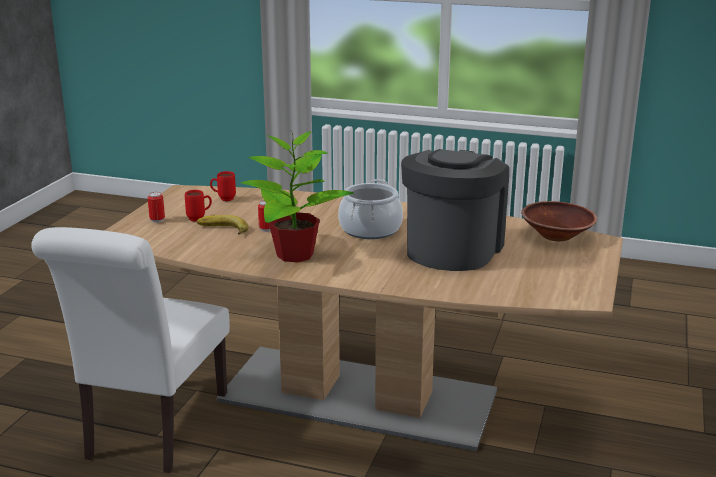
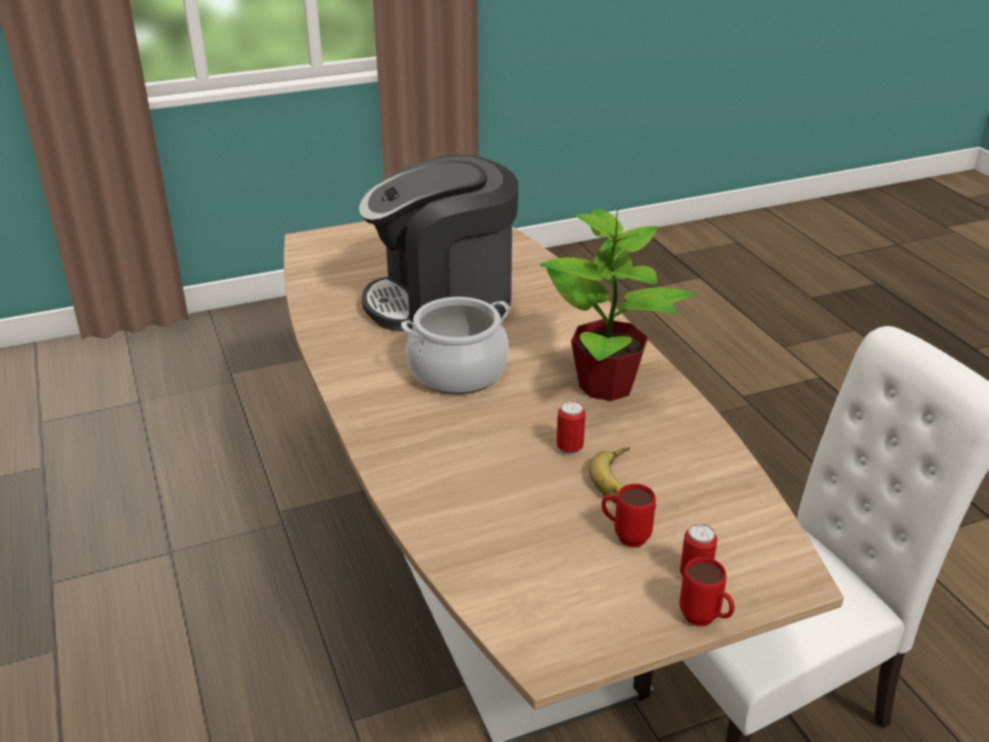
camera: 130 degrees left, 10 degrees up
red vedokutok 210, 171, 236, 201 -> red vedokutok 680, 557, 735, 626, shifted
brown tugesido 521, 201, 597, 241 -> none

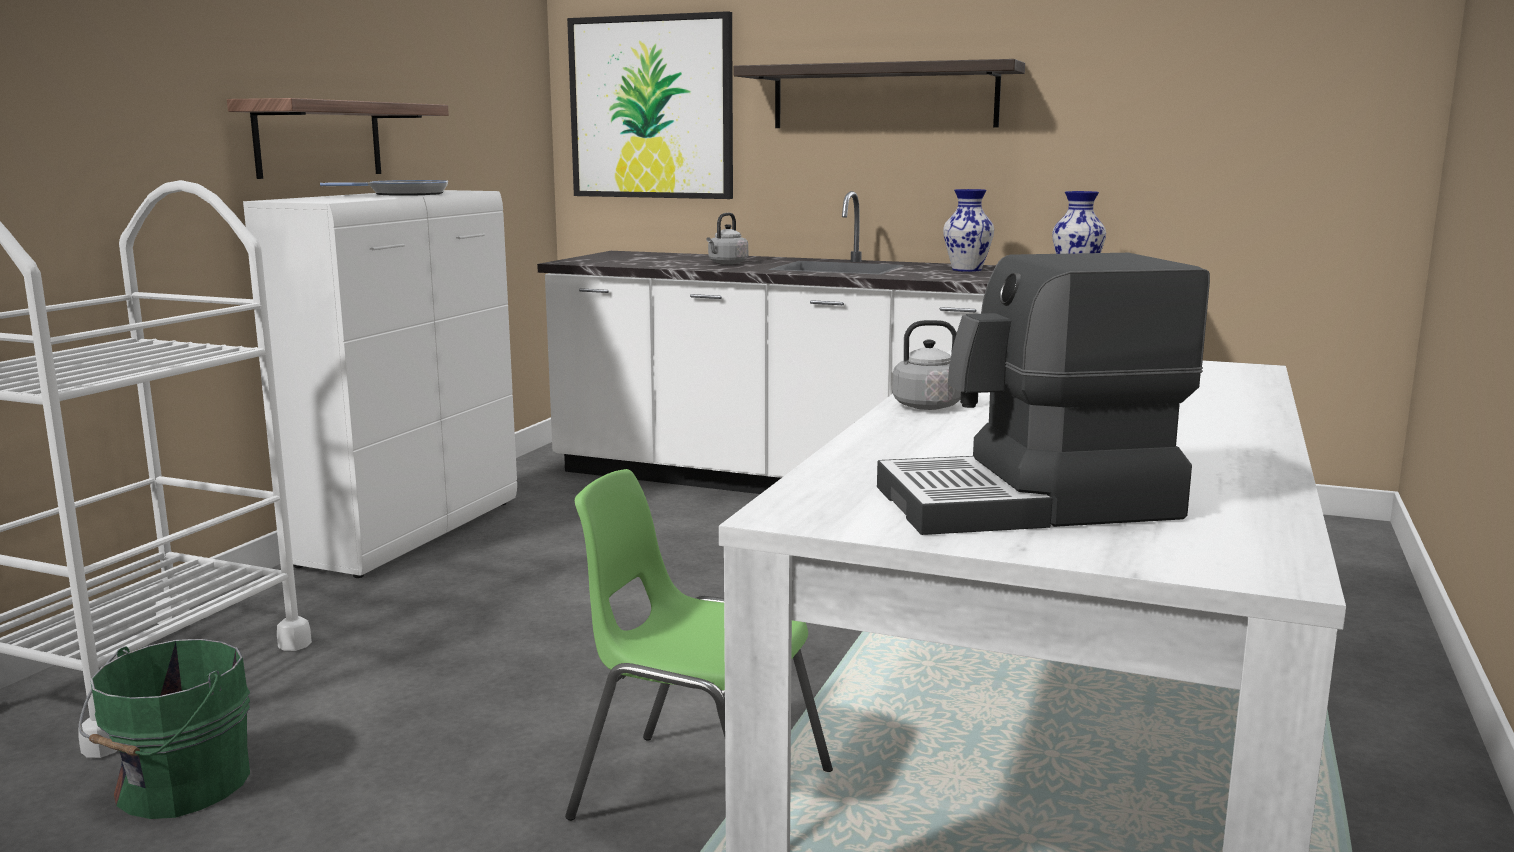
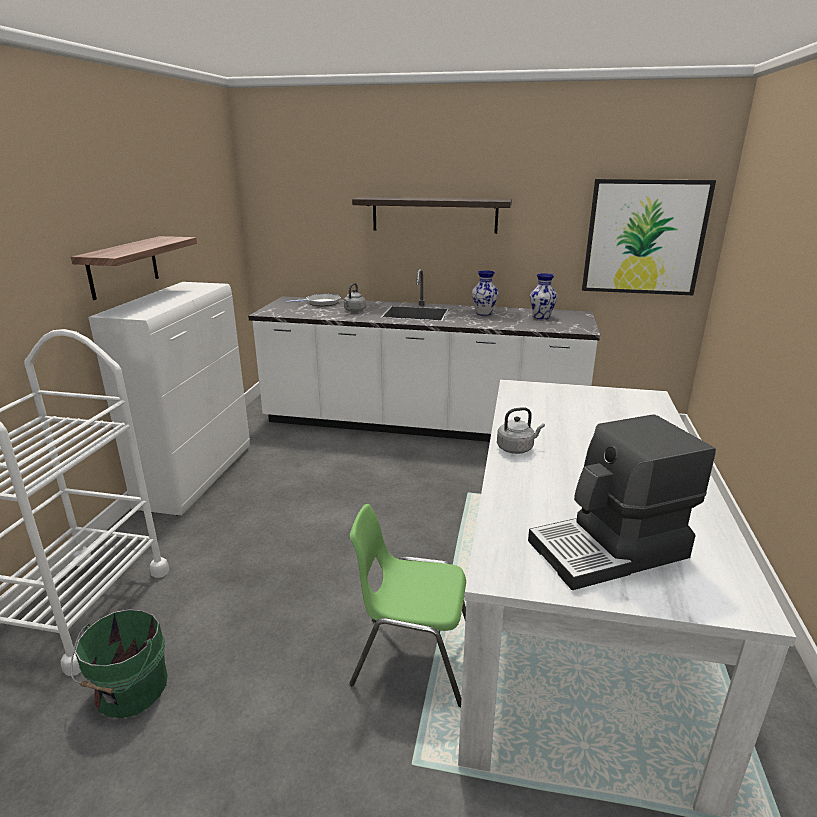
camera: 10 degrees left, 10 degrees up
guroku 320, 180, 448, 196 -> guroku 286, 294, 341, 306, shifted
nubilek 567, 11, 733, 199 -> nubilek 582, 179, 716, 295, shifted

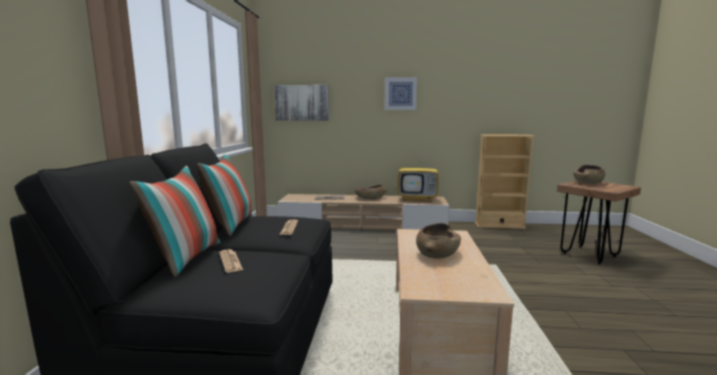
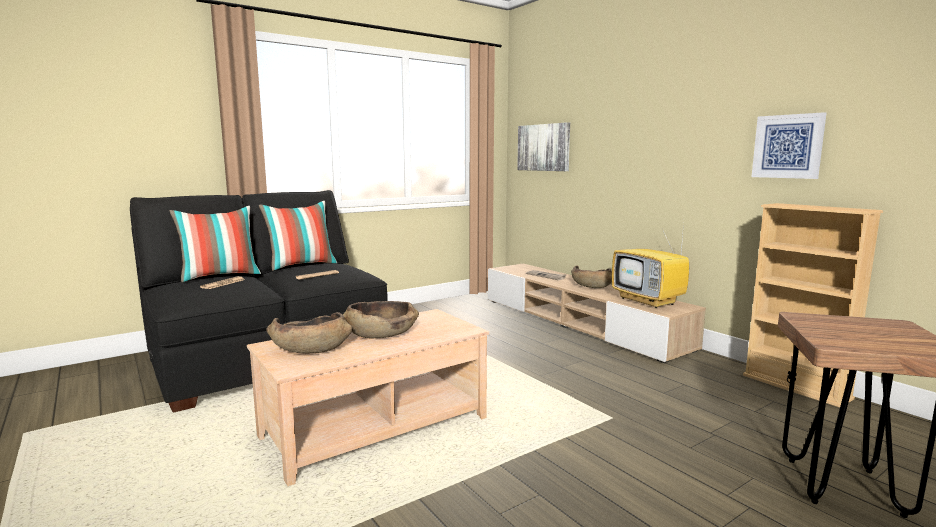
camera: 50 degrees right, 0 degrees up
nubilek 385, 77, 417, 110 -> nubilek 752, 112, 827, 179, shifted
brown tugesido 574, 165, 606, 184 -> brown tugesido 266, 312, 353, 354, shifted

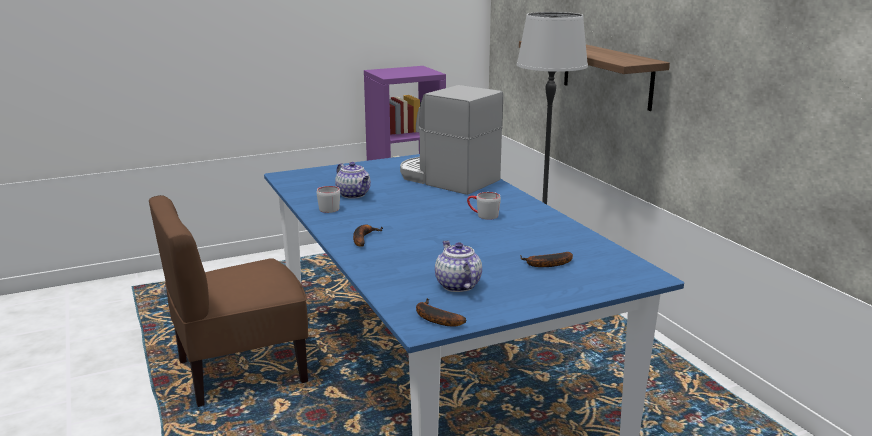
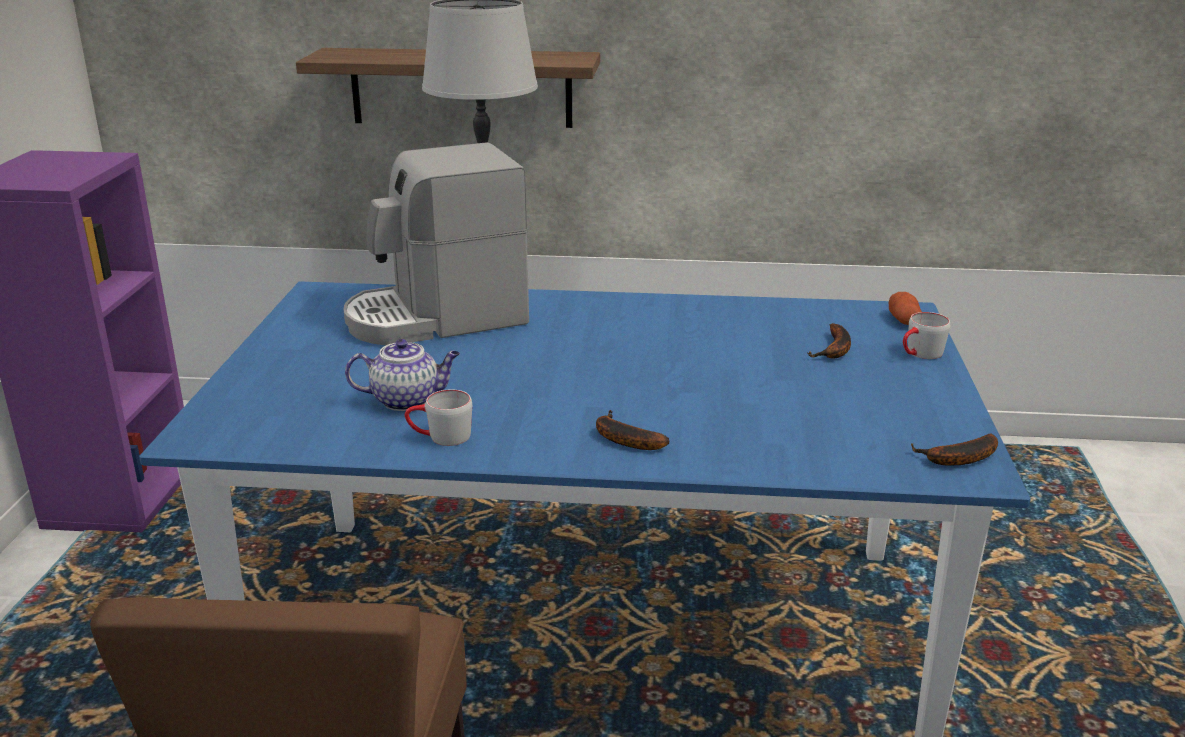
camera: 60 degrees left, 5 degrees up
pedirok 435, 241, 482, 292 -> none
grey vedokutok 467, 192, 501, 220 -> grey vedokutok 903, 312, 950, 359, shifted
none -> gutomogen 889, 292, 922, 325

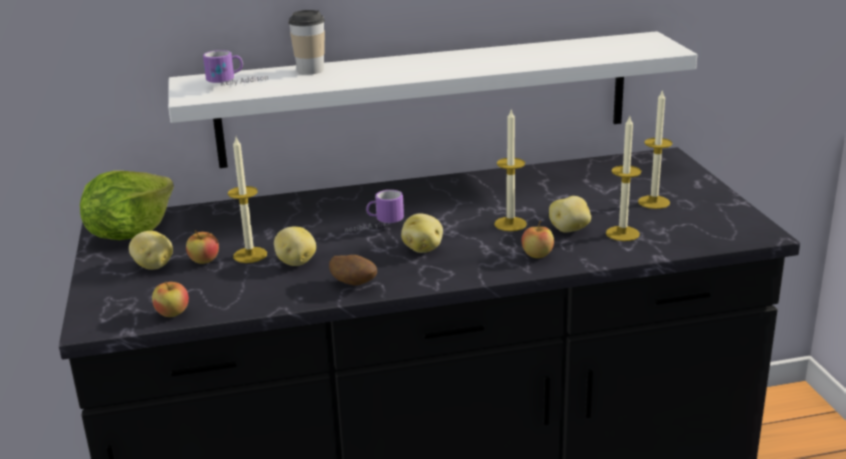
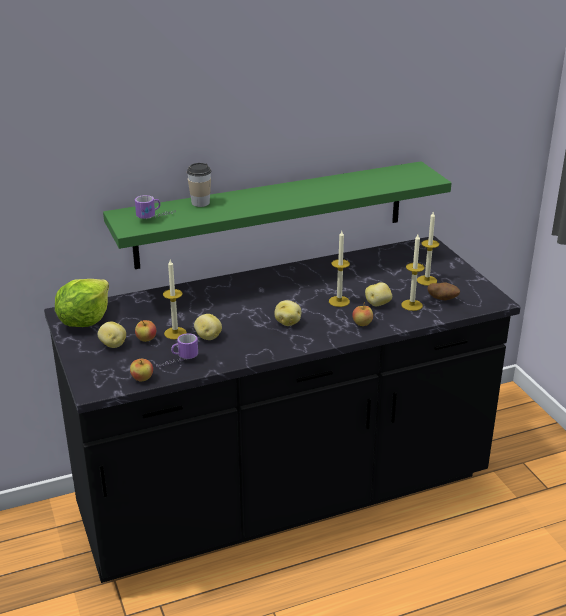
camera: 10 degrees left, 5 degrees up
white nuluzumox 168, 31, 697, 168 -> green nuluzumox 103, 161, 452, 269
gutomogen 329, 255, 377, 286 -> gutomogen 427, 283, 460, 300, shifted
vedokutok 345, 190, 404, 232 -> vedokutok 156, 333, 198, 367, shifted

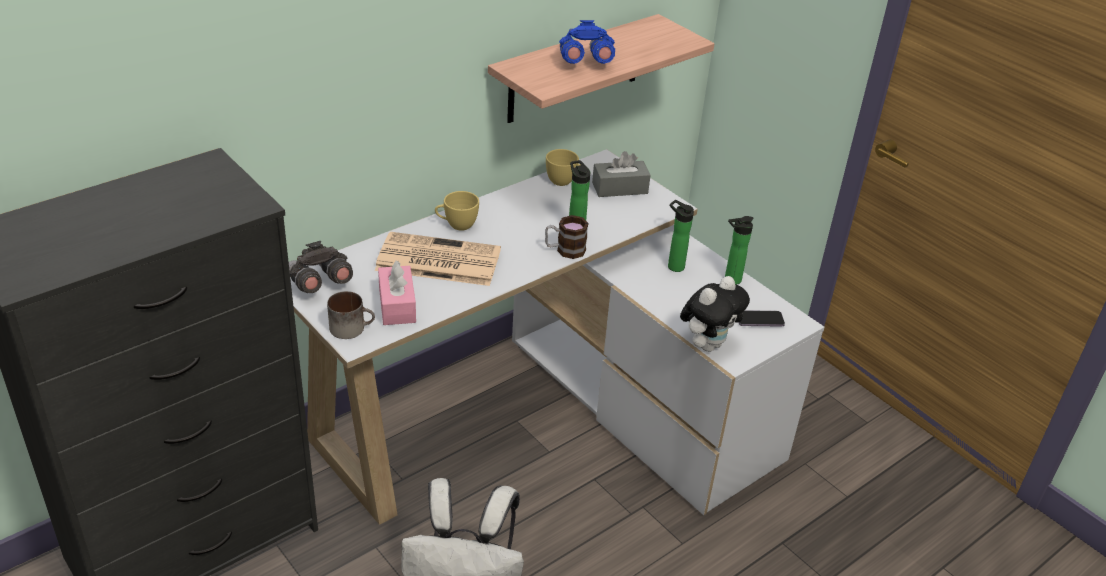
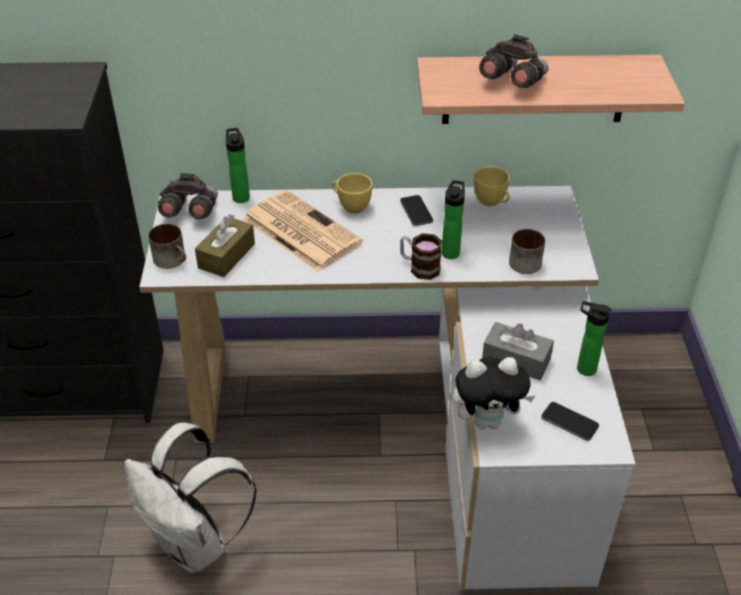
camera: 40 degrees right, 5 degrees up
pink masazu 378, 260, 416, 325 -> brown masazu 195, 214, 255, 277
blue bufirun 559, 20, 615, 64 -> grey bufirun 479, 34, 548, 88
grey masazu 592, 151, 651, 197 -> grey masazu 482, 322, 554, 380, shifted
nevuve 668, 200, 694, 272 -> nevuve 226, 128, 250, 203, shifted
none -> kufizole 400, 195, 433, 226
none -> vedokutok 509, 229, 545, 274

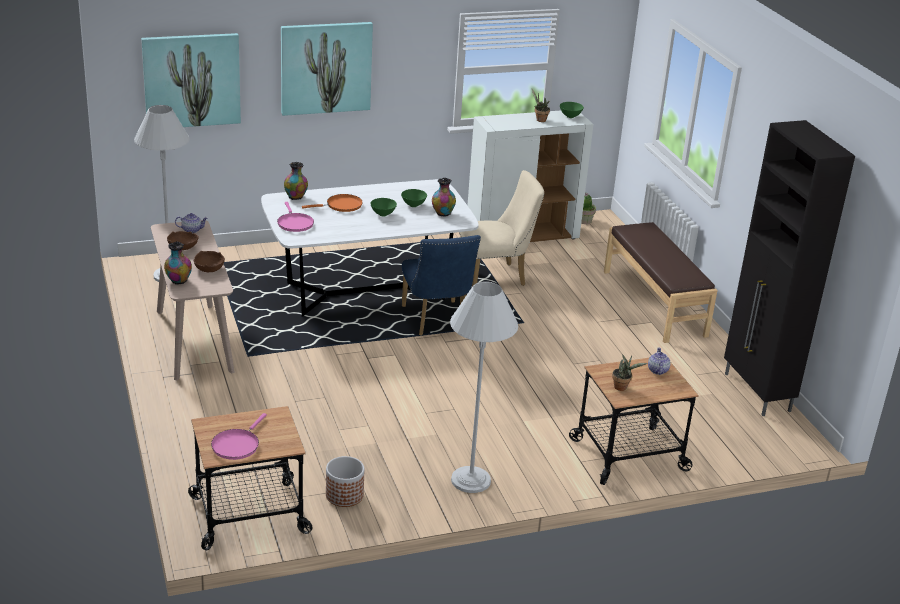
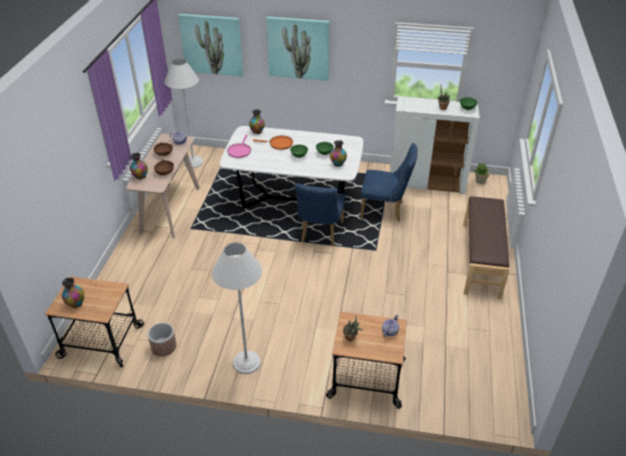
camera: 30 degrees right, 10 degrees up
pink guroku 211, 413, 267, 460 -> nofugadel 62, 278, 84, 308
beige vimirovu 459, 170, 544, 286 -> blue vimirovu 360, 143, 418, 222
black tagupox 724, 120, 855, 416 -> none

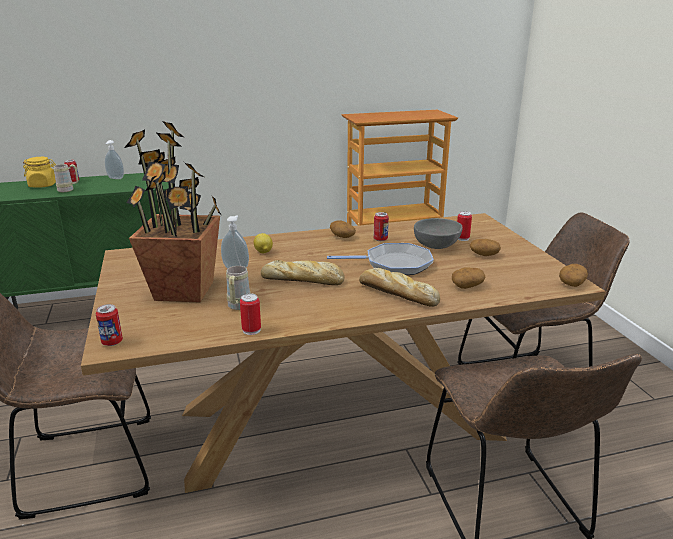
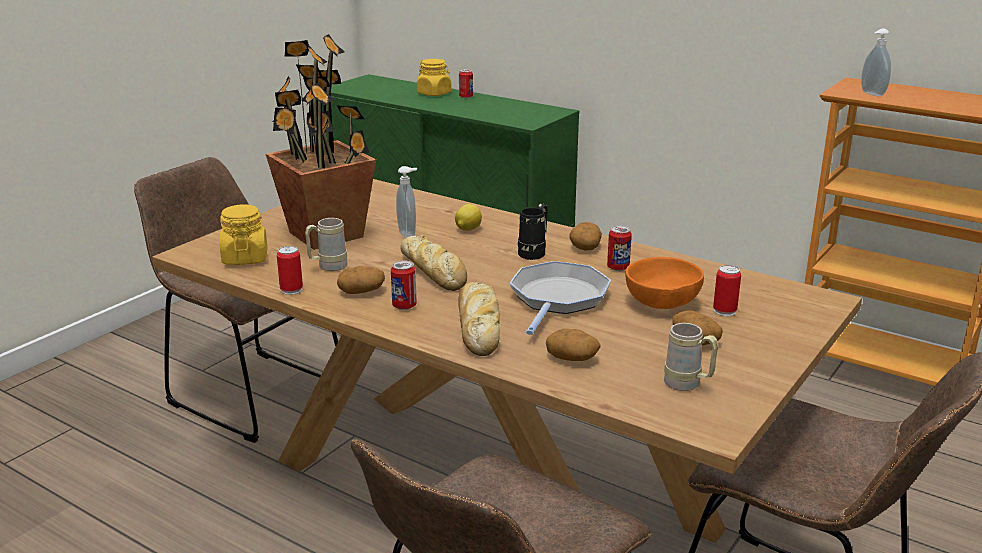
camera: 50 degrees right, 0 degrees up
beige vedokutok 53, 164, 78, 192 -> beige vedokutok 664, 323, 719, 391, shifted
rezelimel 96, 304, 123, 346 -> rezelimel 391, 261, 417, 310, shifted
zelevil 105, 140, 124, 179 -> zelevil 861, 29, 891, 96, shifted
guroku 327, 243, 434, 275 -> guroku 510, 261, 611, 335, 120 degrees counterclockwise
grey tugesido 414, 218, 462, 249 -> orange tugesido 625, 257, 704, 309
gutomogen 559, 264, 588, 287 -> gutomogen 337, 266, 385, 294, shifted
none -> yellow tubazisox 219, 204, 267, 265
none -> black vedokutok 518, 204, 548, 260

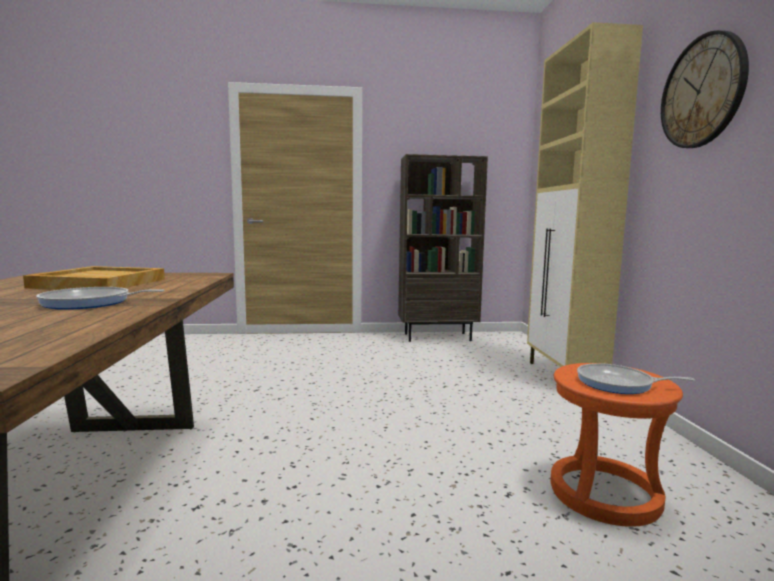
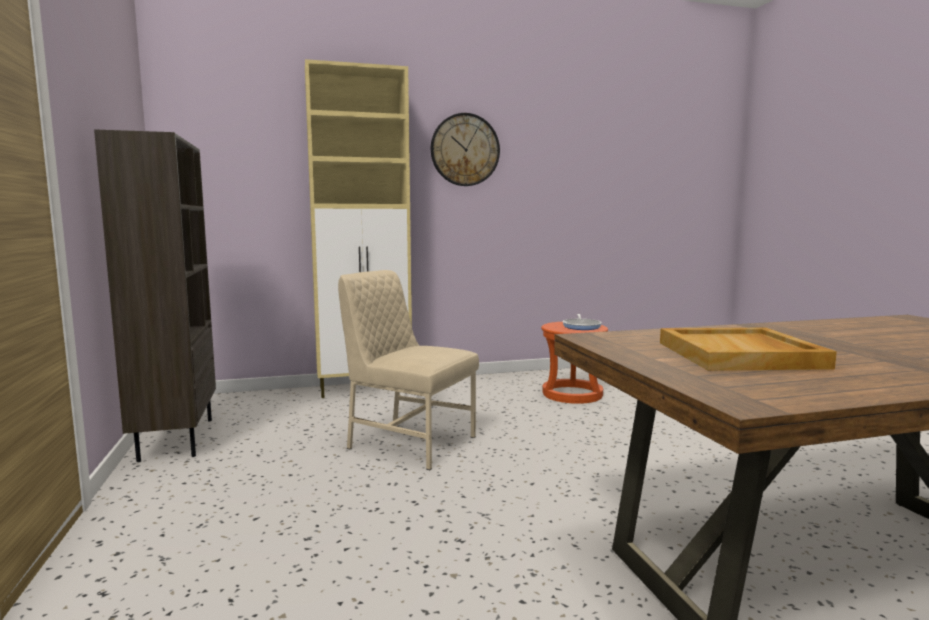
camera: 100 degrees left, 0 degrees up
guroku 36, 287, 165, 310 -> none
none -> beige vimirovu 338, 270, 479, 470

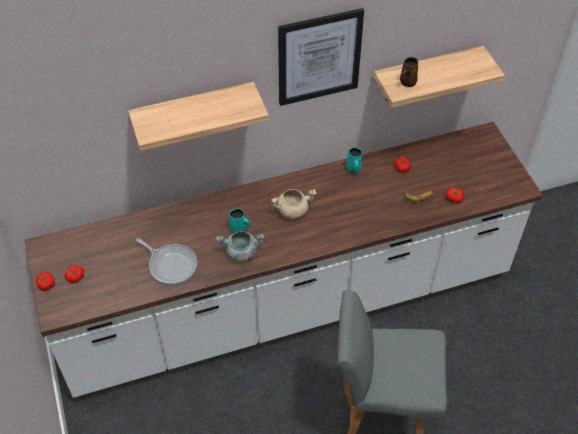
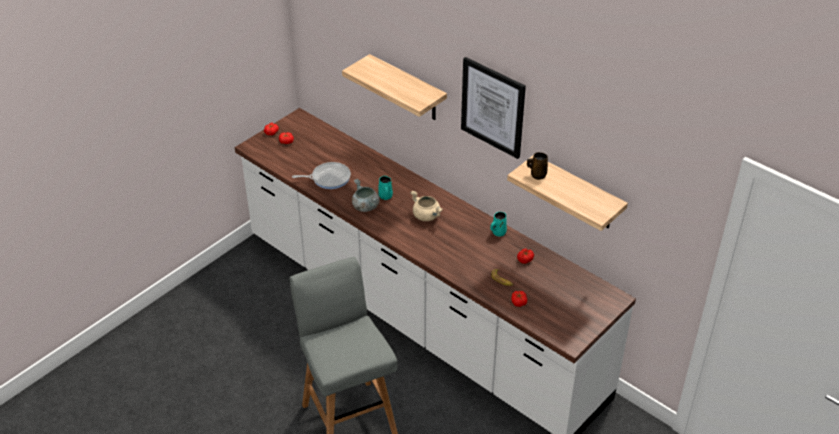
camera: 60 degrees right, 10 degrees down
guroku 136, 238, 197, 285 -> guroku 292, 162, 351, 189, 105 degrees counterclockwise

